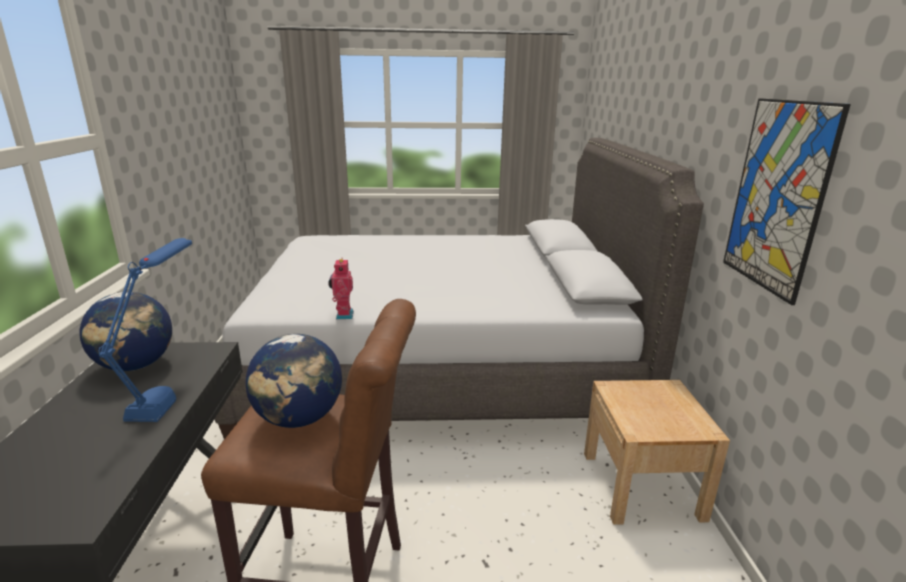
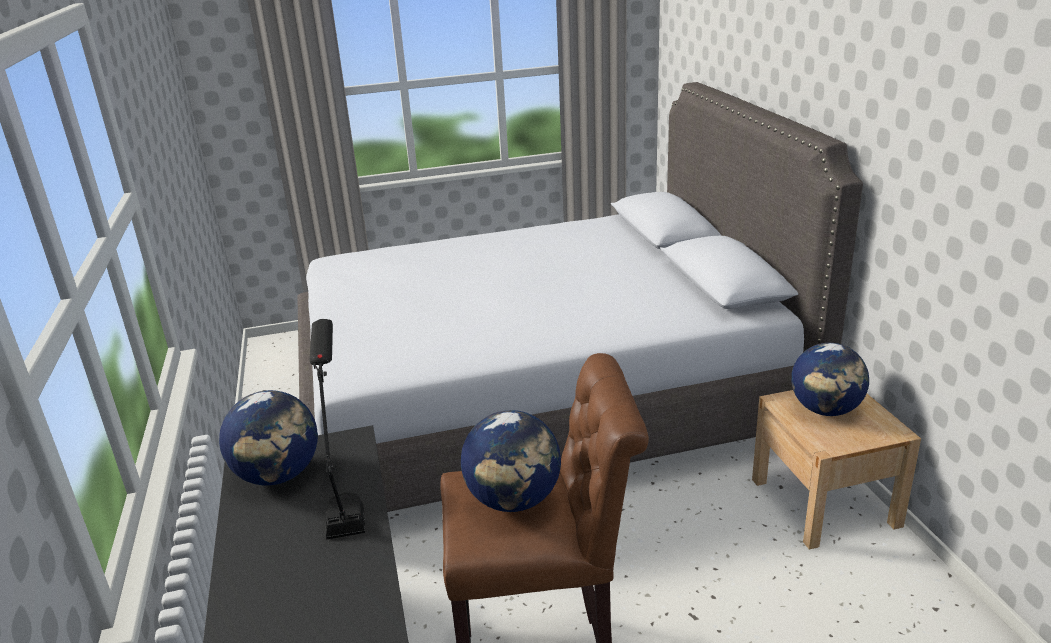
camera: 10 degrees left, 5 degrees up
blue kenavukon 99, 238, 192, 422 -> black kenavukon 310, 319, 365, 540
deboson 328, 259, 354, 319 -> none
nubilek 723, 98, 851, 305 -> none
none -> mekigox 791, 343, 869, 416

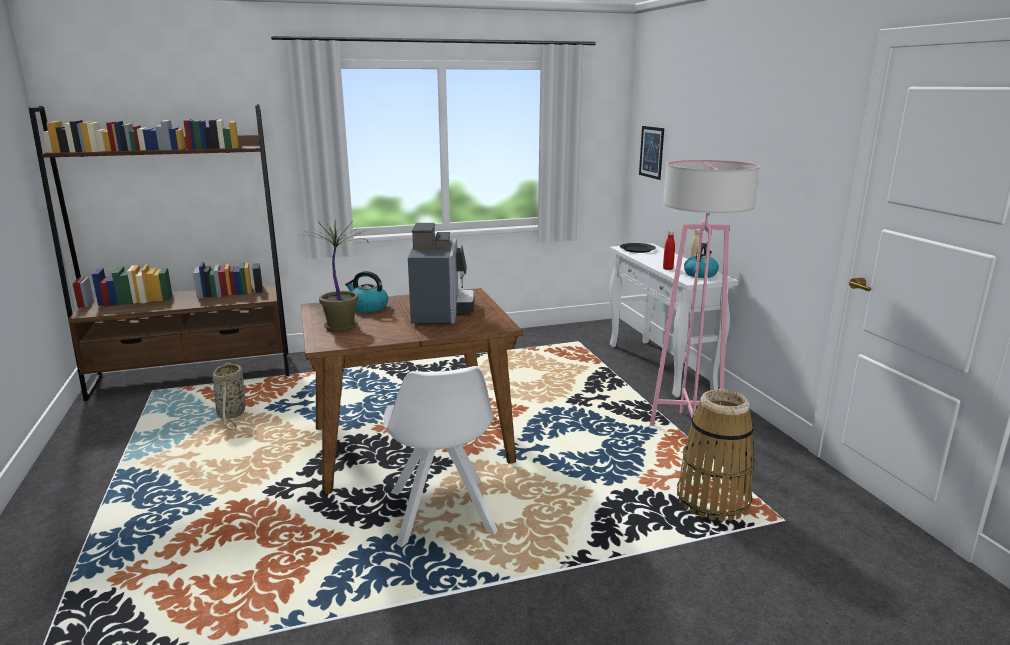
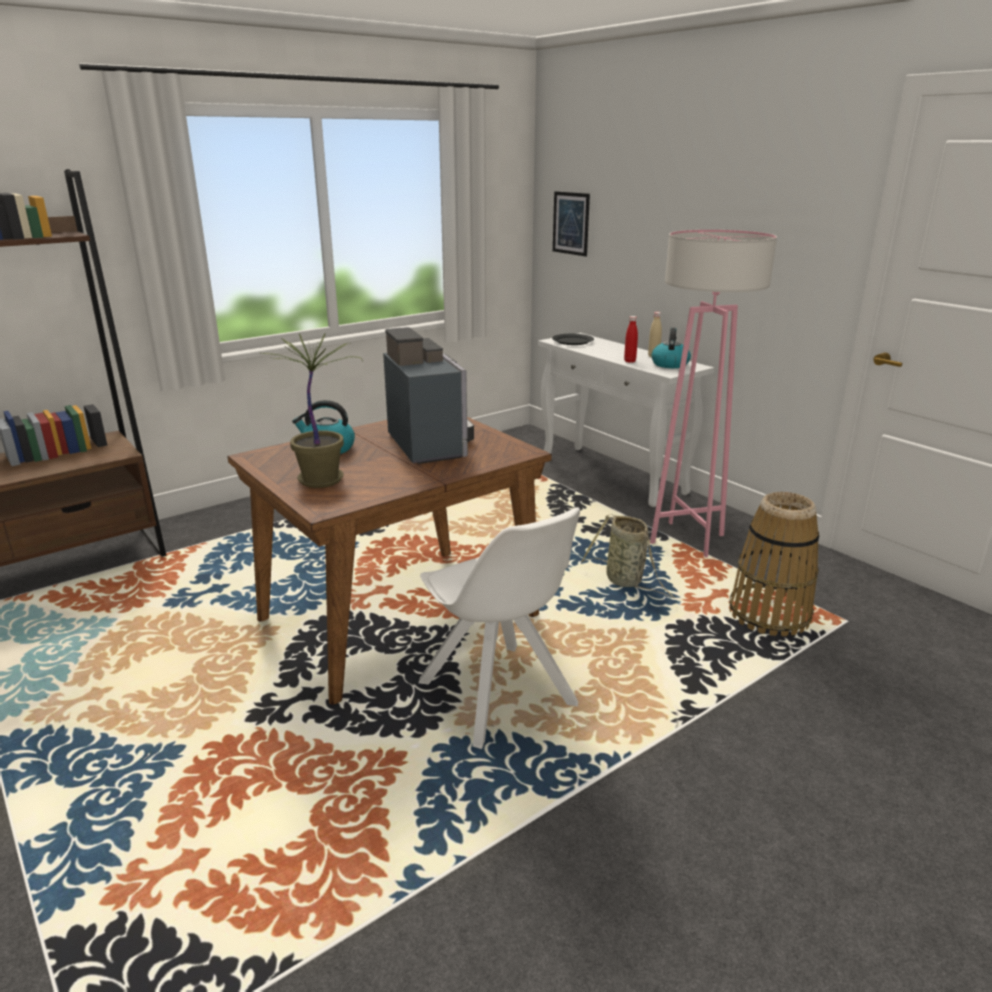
camera: 20 degrees left, 5 degrees up
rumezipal 212, 362, 245, 430 -> rumezipal 581, 514, 675, 598, shifted

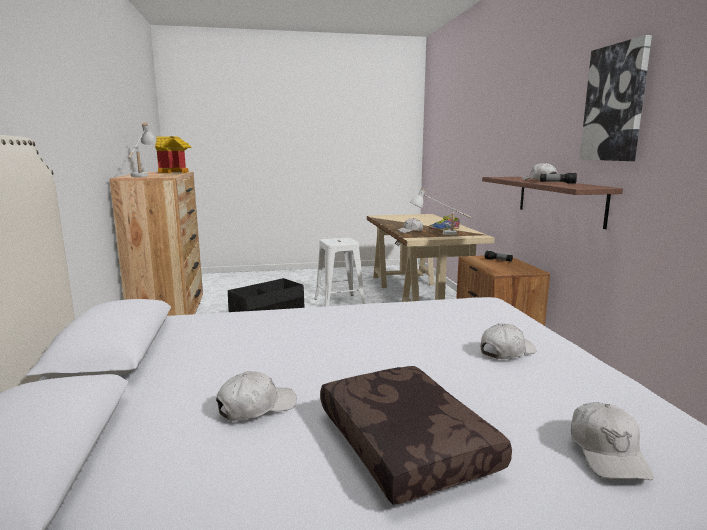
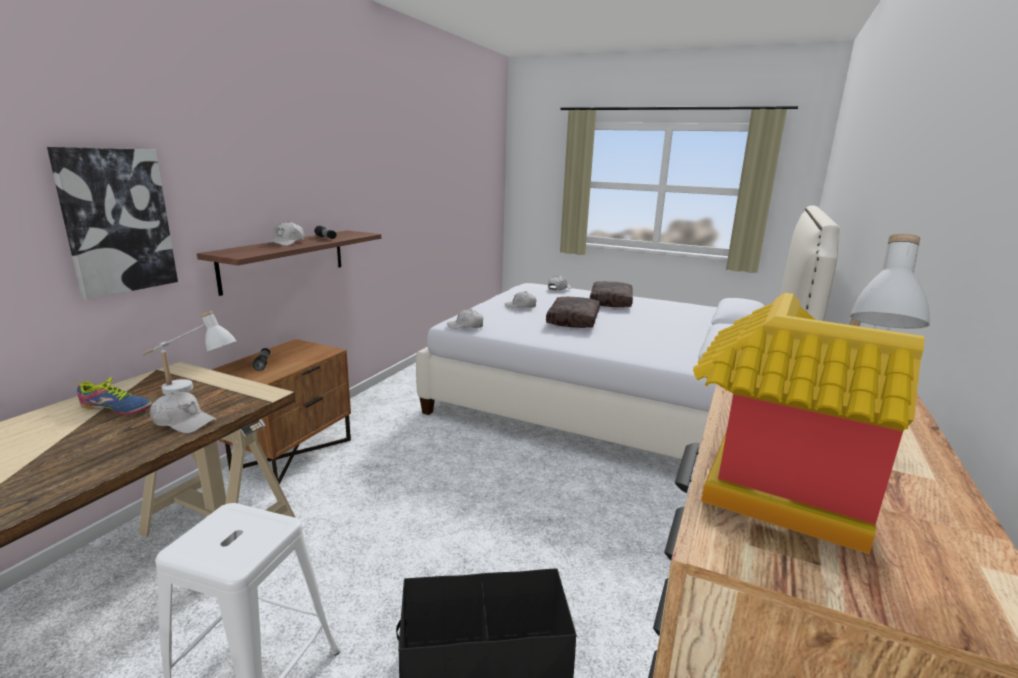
camera: 145 degrees left, 5 degrees up
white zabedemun 216, 371, 297, 421 -> white zabedemun 447, 309, 484, 329, shifted
nubilek 580, 35, 652, 161 -> nubilek 47, 147, 178, 300, shifted
none -> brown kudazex 546, 297, 600, 328

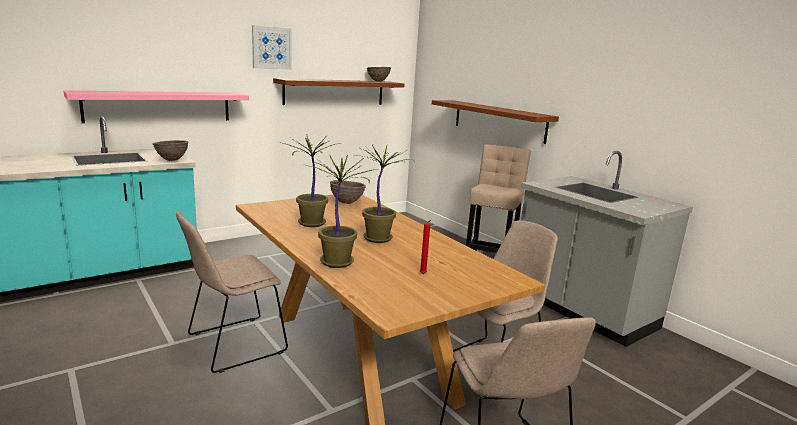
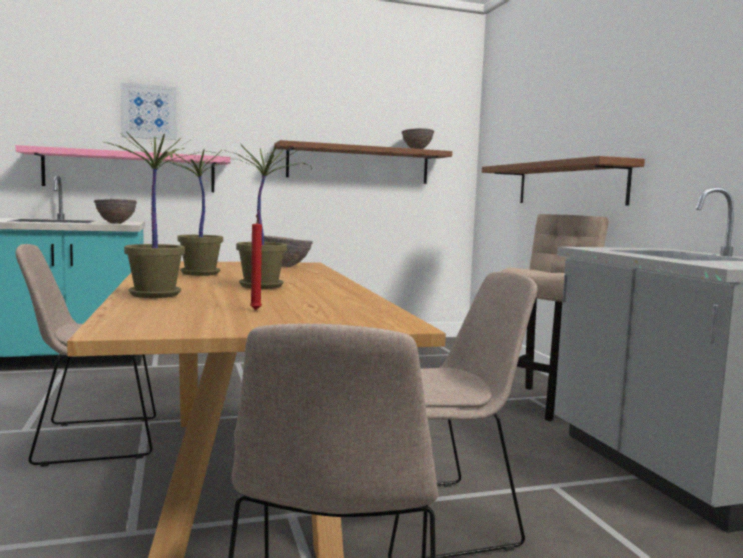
camera: 20 degrees right, 10 degrees down
nubilek 252, 25, 292, 70 -> nubilek 121, 82, 176, 140, shifted

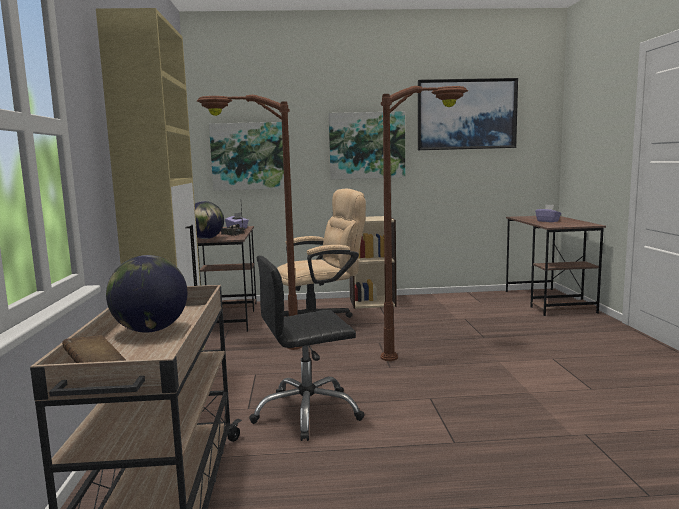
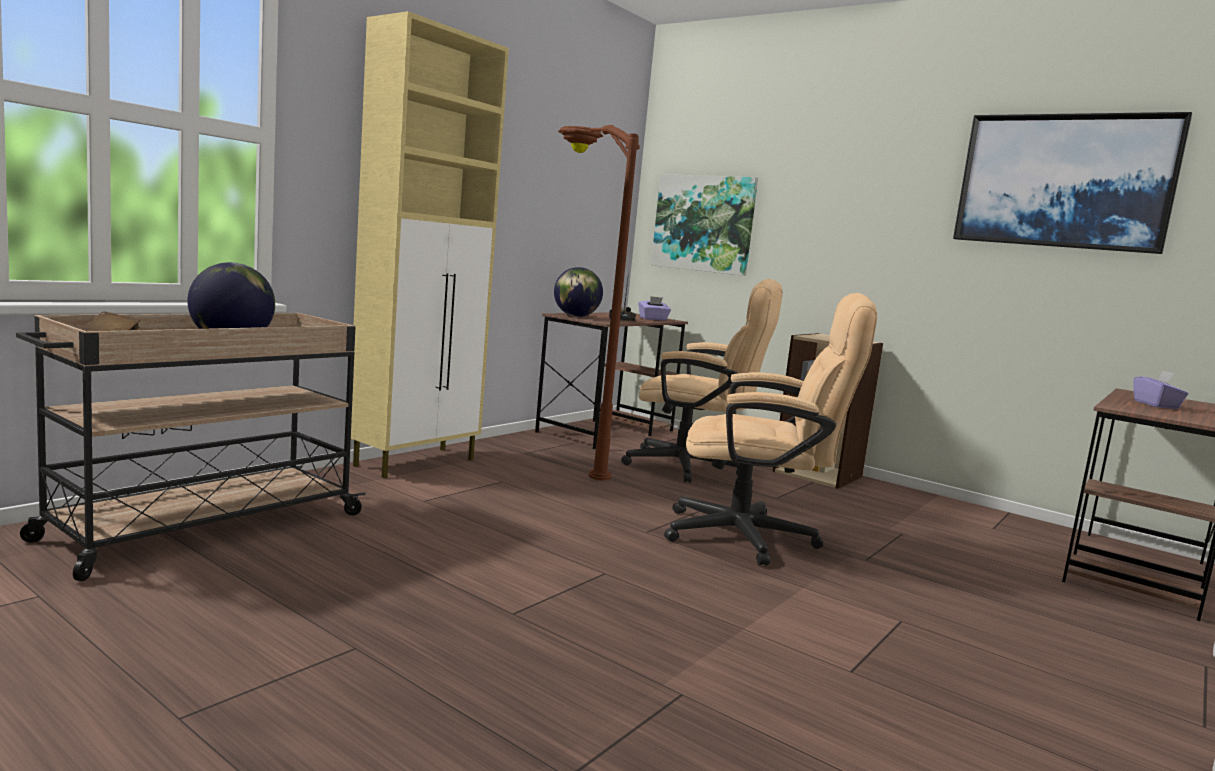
camera: 40 degrees right, 0 degrees up
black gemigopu 249, 256, 365, 441 -> none
nubilek 329, 111, 405, 179 -> none
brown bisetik 381, 86, 468, 361 -> beige gemigopu 664, 293, 877, 566

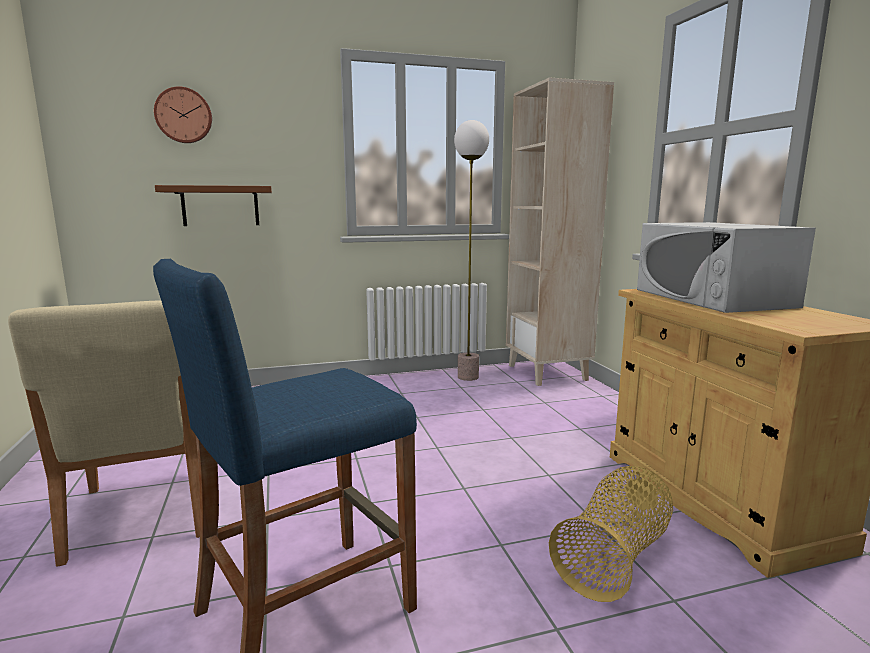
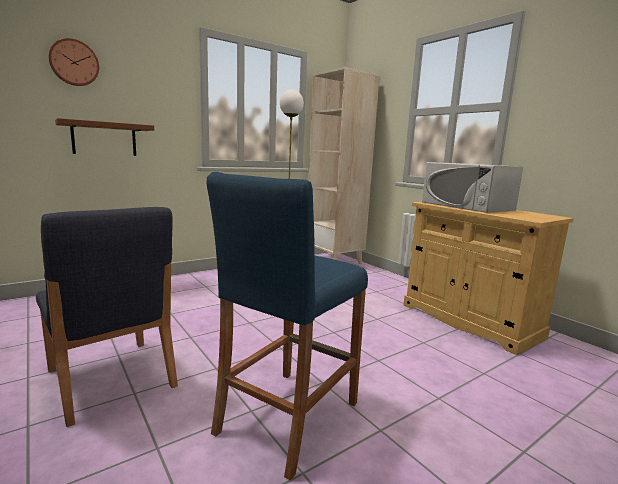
camera: 20 degrees left, 0 degrees up
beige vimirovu 8, 300, 200, 567 -> blue vimirovu 36, 207, 178, 427
rumezipal 549, 466, 673, 602 -> none

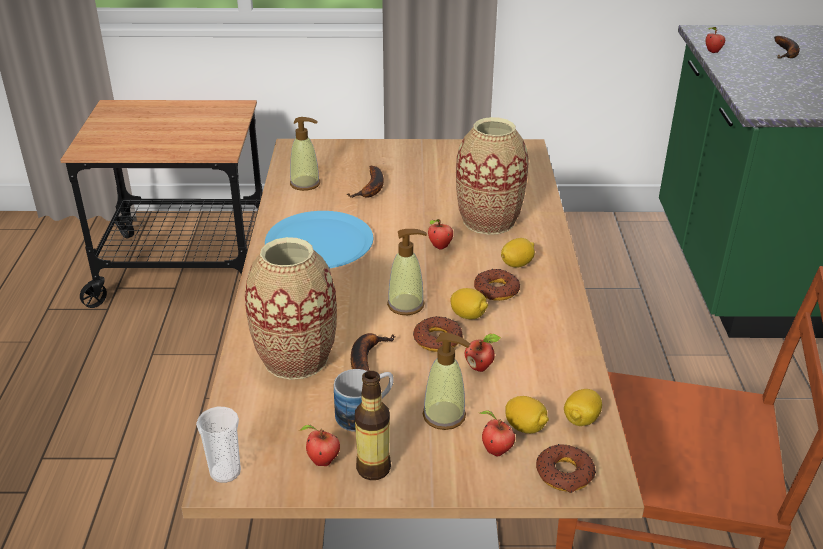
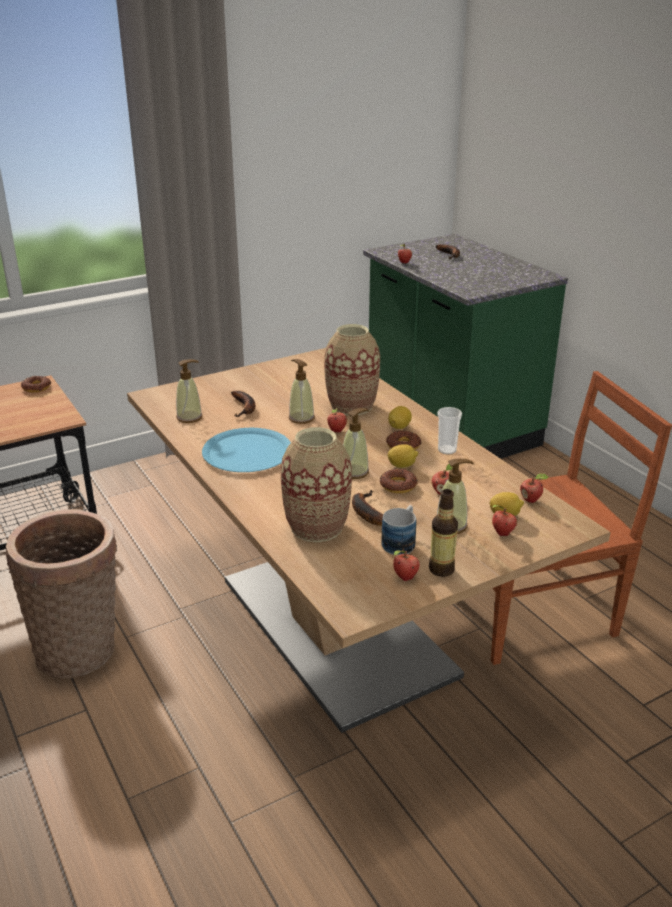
camera: 30 degrees left, 5 degrees down
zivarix 196, 407, 241, 483 -> zivarix 437, 407, 462, 454, shifted
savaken 536, 444, 596, 493 -> savaken 21, 376, 51, 393, shifted
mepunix 564, 389, 602, 426 -> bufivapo 520, 473, 548, 503
none -> rumezipal 6, 509, 117, 679
none -> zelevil 289, 359, 315, 424

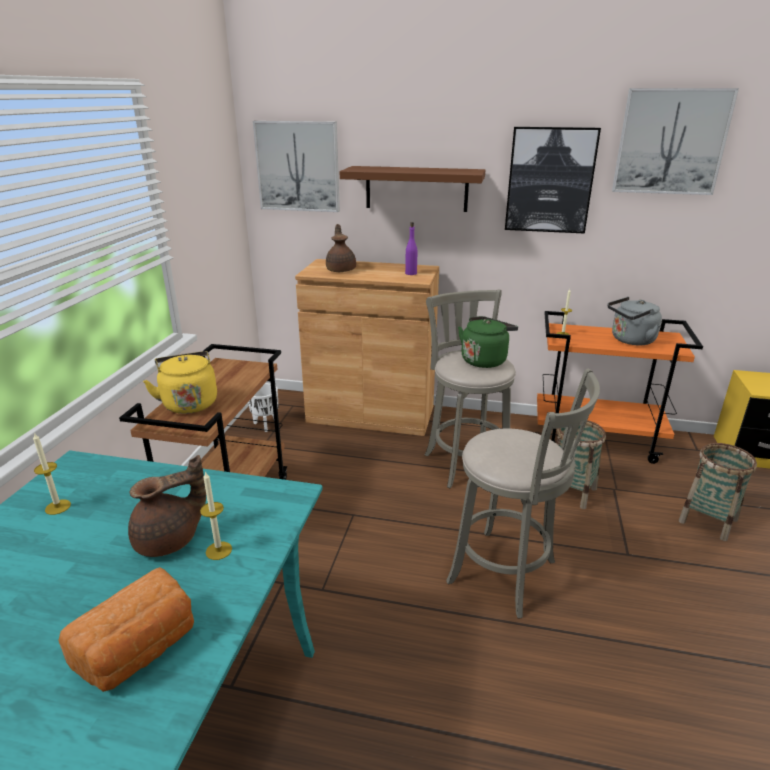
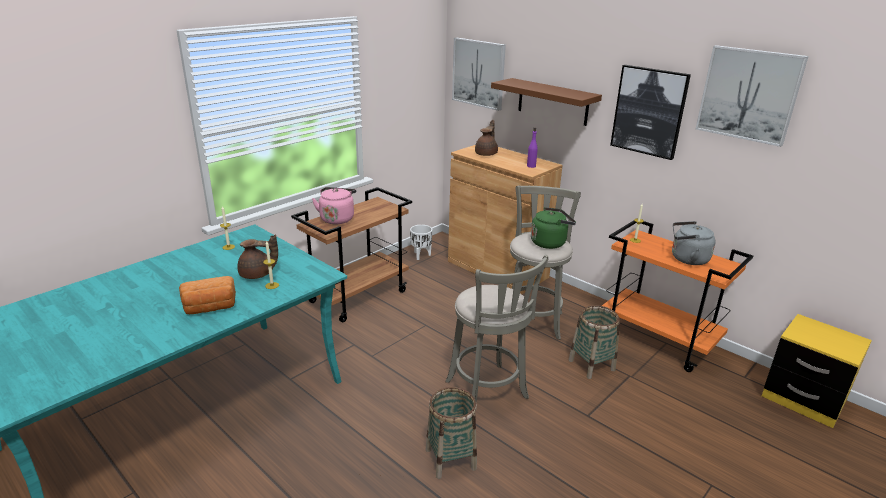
camera: 30 degrees right, 0 degrees up
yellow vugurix 143, 351, 217, 414 -> pink vugurix 312, 187, 356, 224
rumezipal 679, 443, 757, 541 -> rumezipal 426, 387, 477, 479, shifted

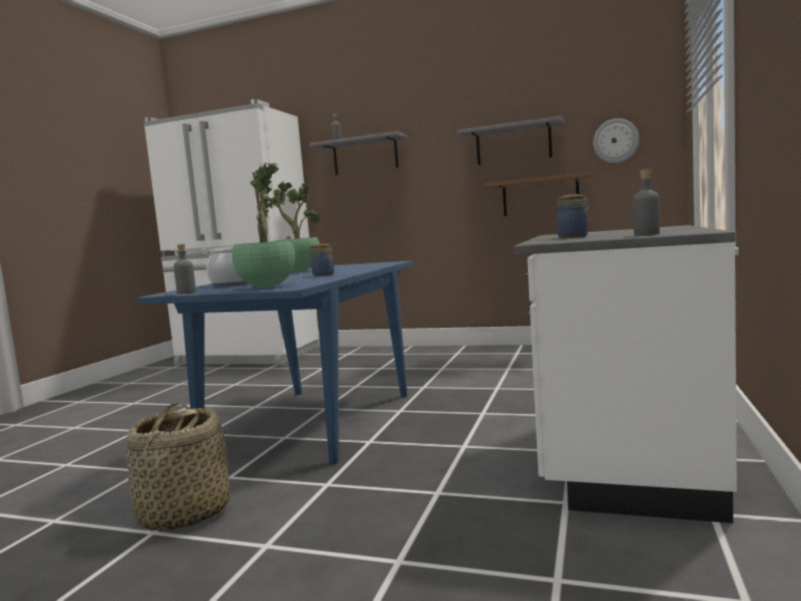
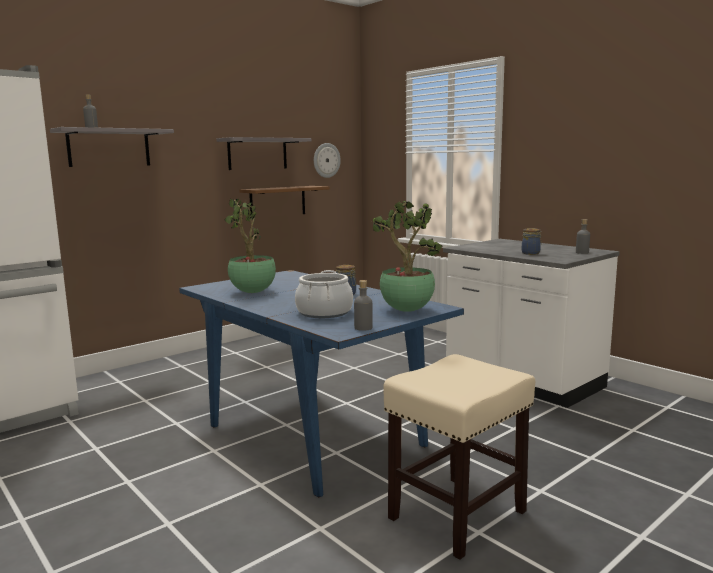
camera: 60 degrees left, 5 degrees up
rumezipal 126, 403, 230, 531 -> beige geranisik 383, 354, 535, 560

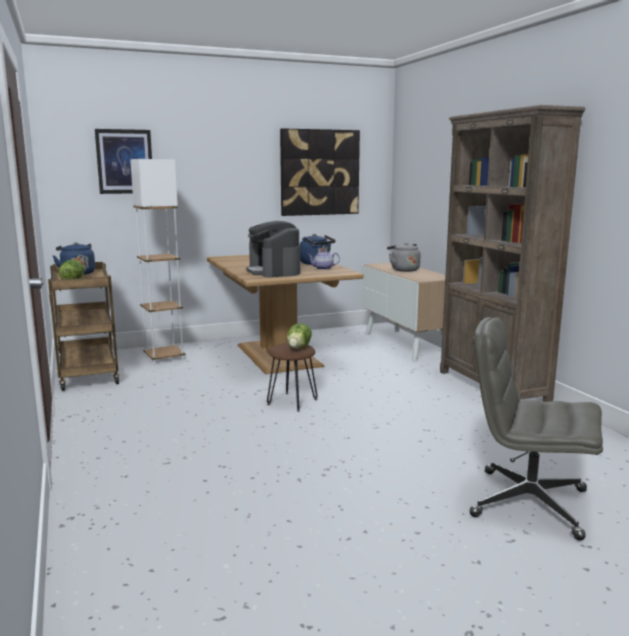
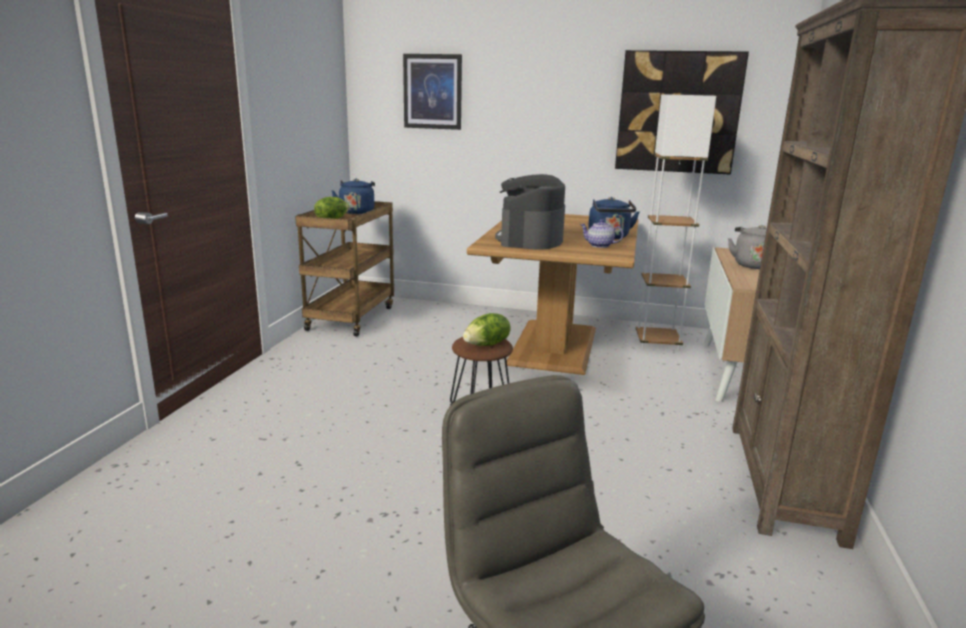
camera: 35 degrees right, 5 degrees up
white bisetik 130, 159, 186, 364 -> white bisetik 636, 94, 716, 351, shifted

